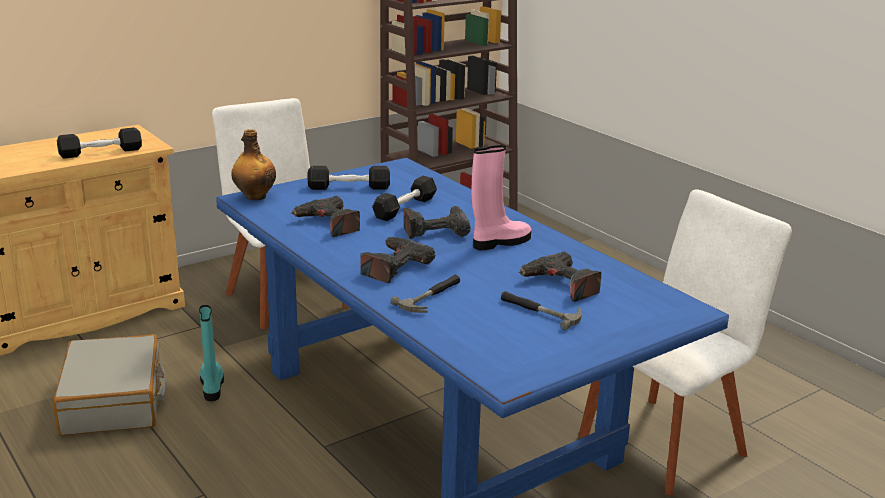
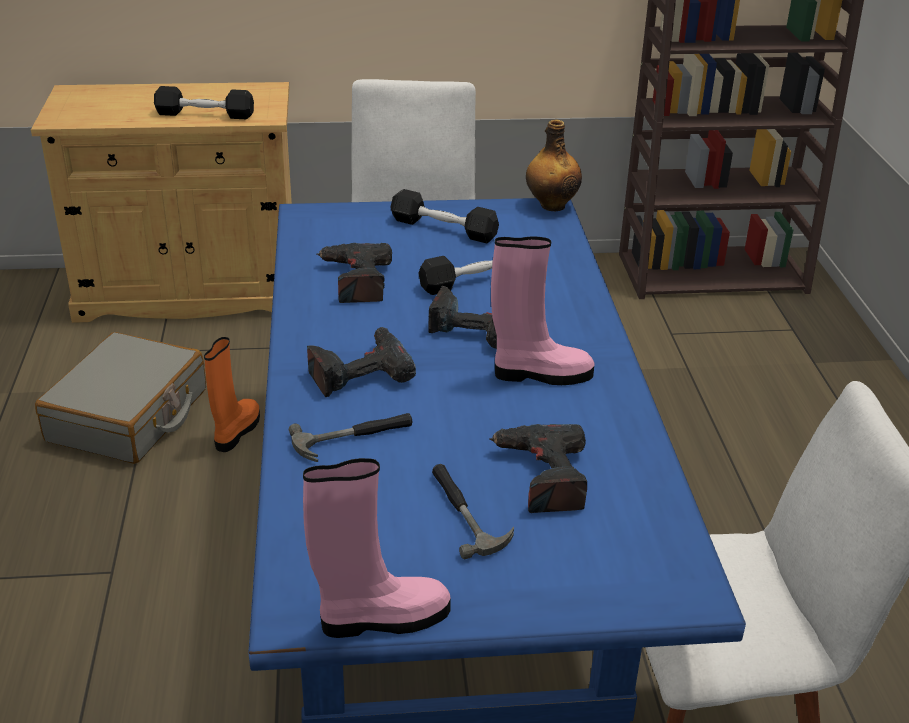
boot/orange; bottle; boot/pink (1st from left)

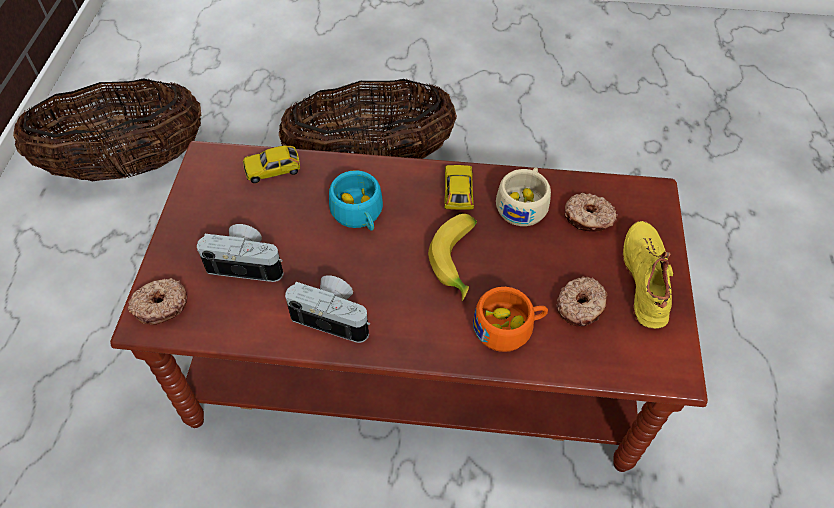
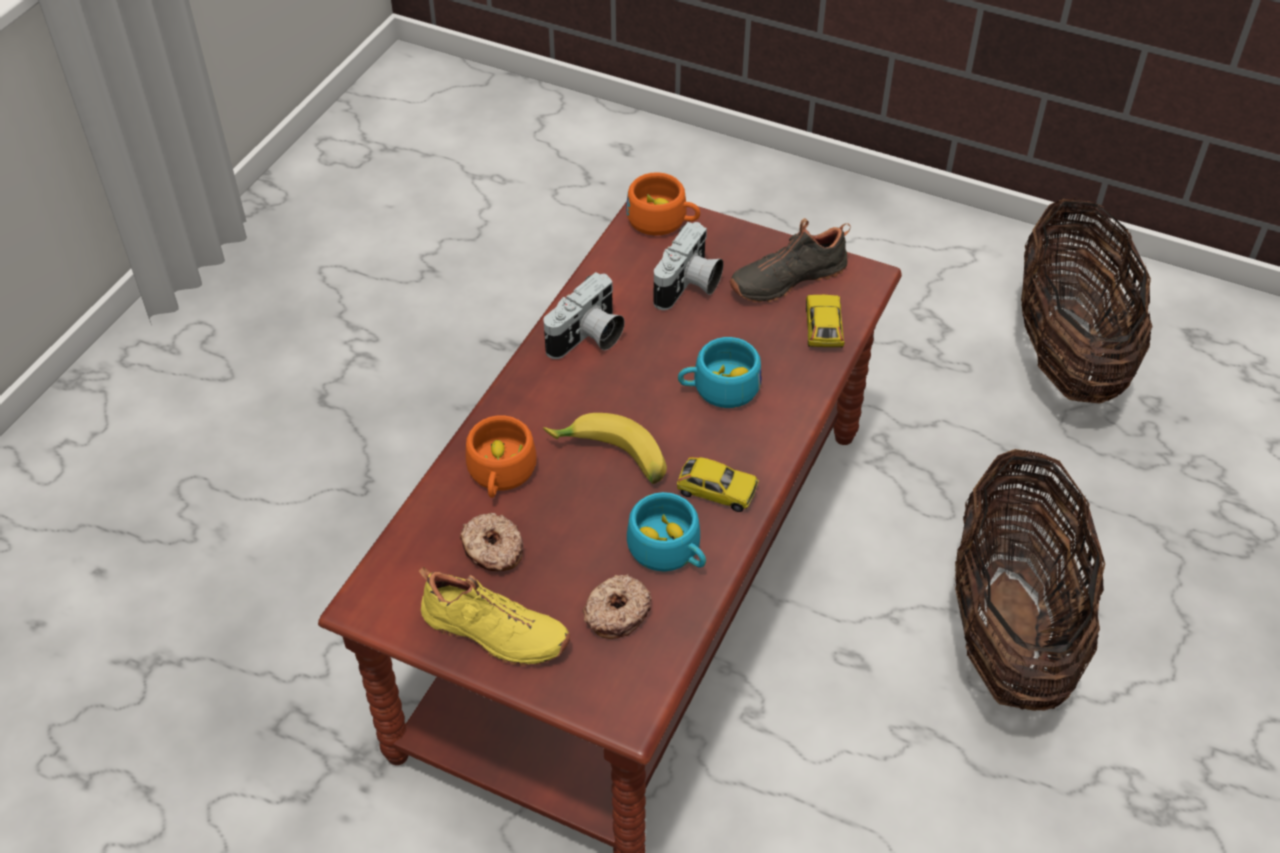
cup/orange (2nd from left); cup/turquoise (1st from left); shoe/black

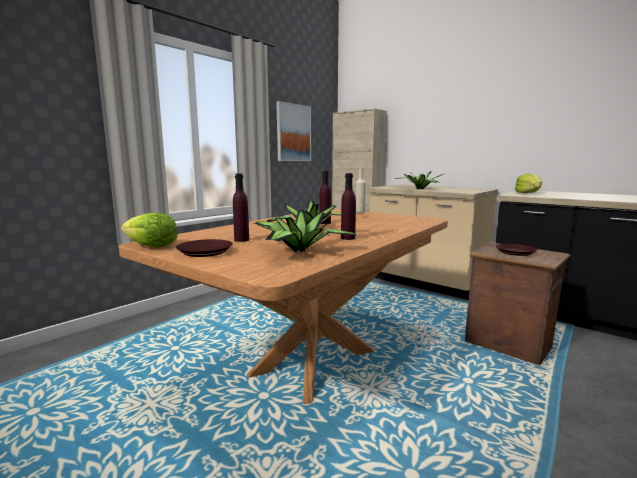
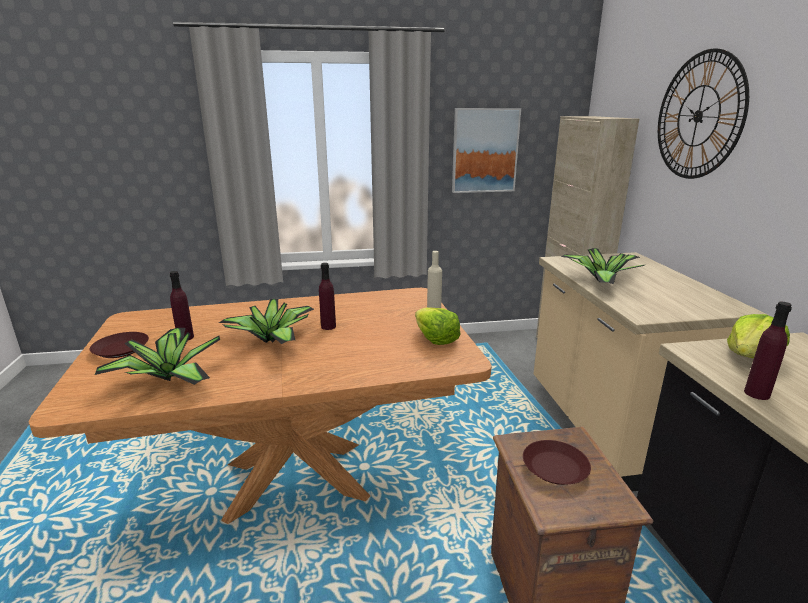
lettuce (1st from left); bottle/purple (3rd from left); wall clock

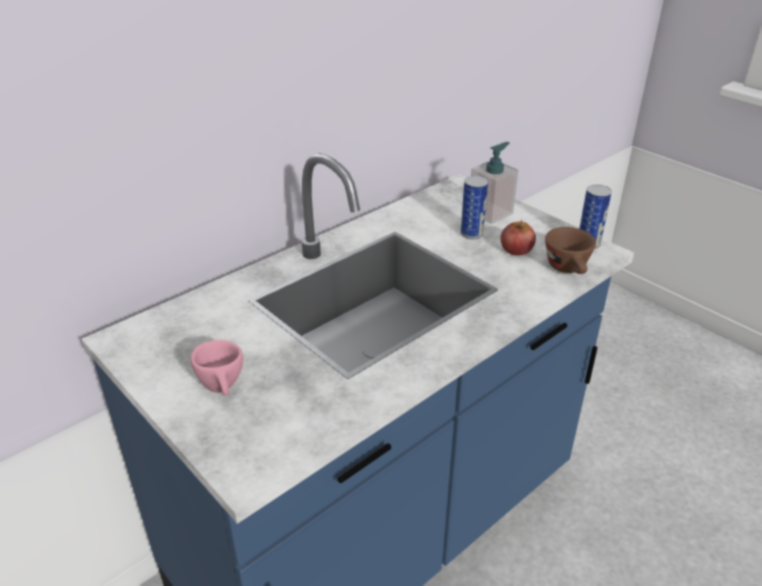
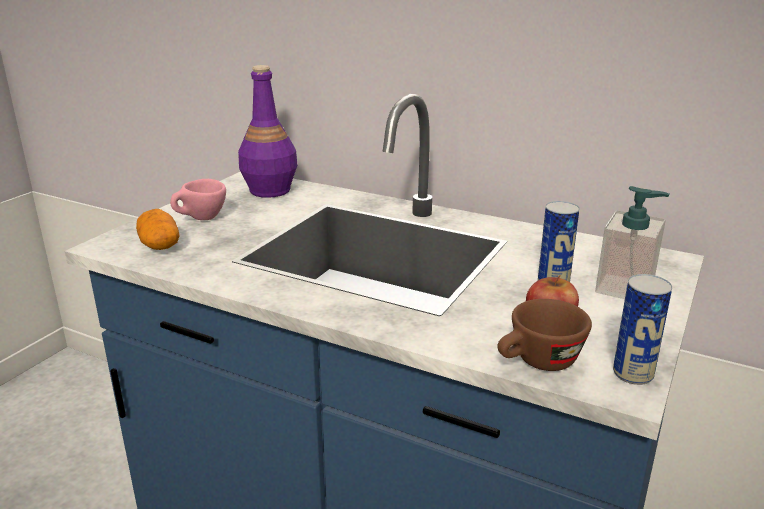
potato; bottle/purple

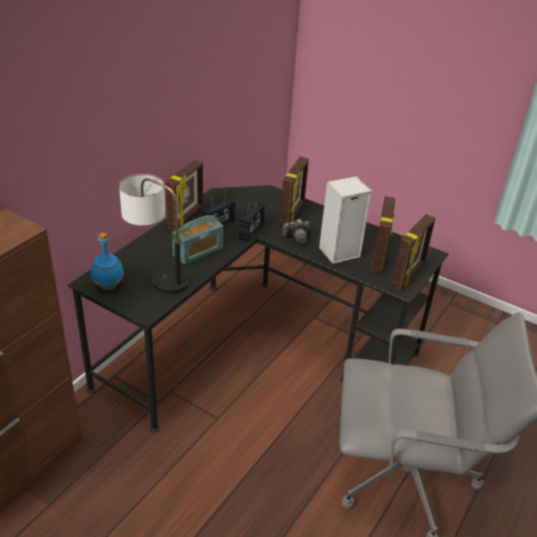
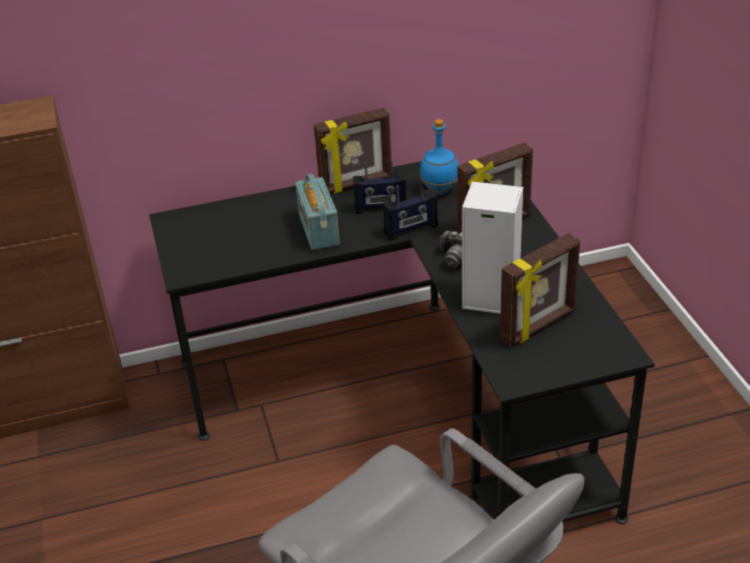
bottle/blue; table lamp; radio (1st from left); picture frame (4th from left in the first image)

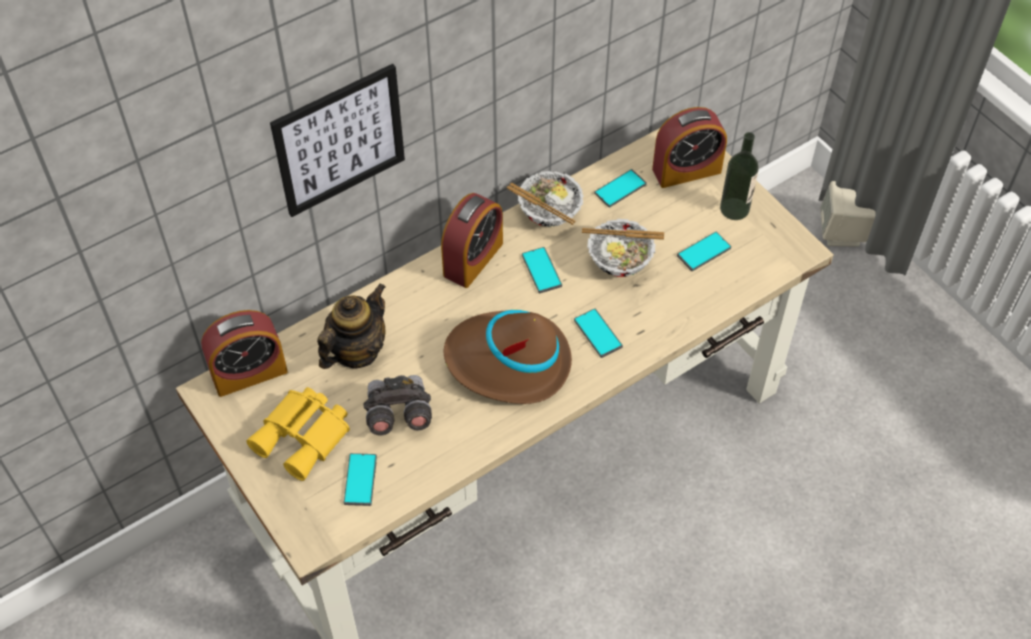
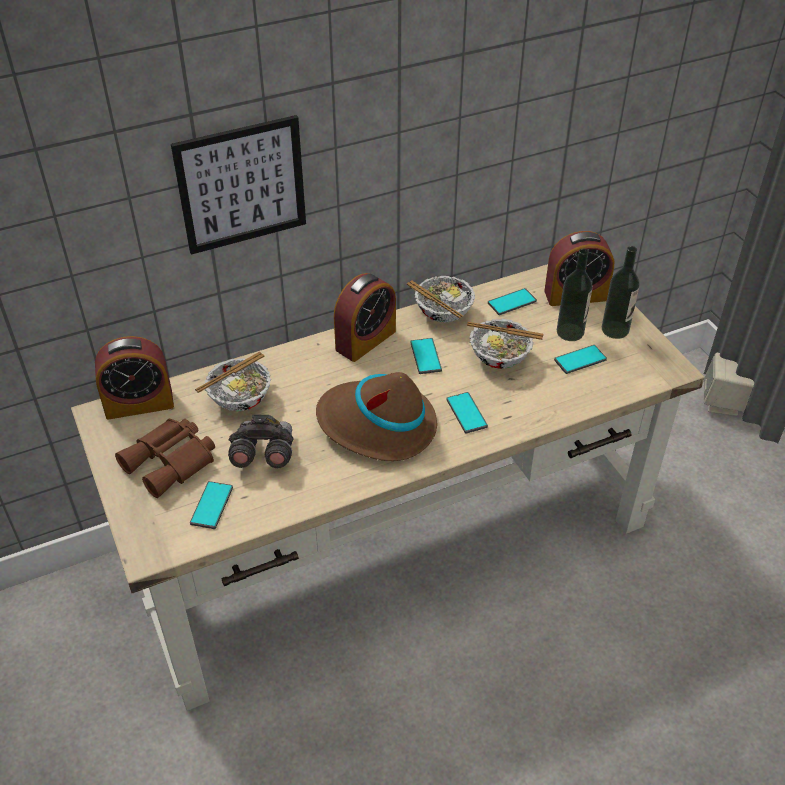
binoculars/brown; bowl (1st from left); bottle (1st from left)

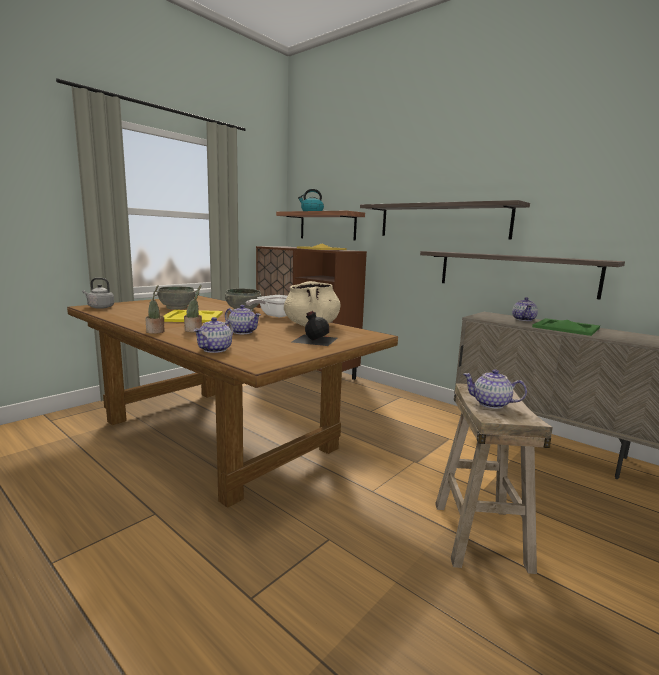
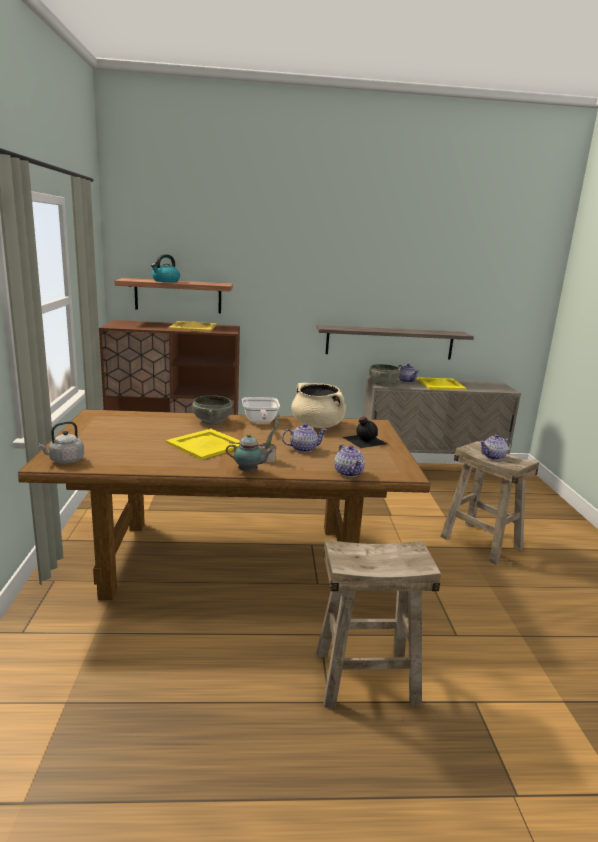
teapot (1st from left); bowl/grey (2nd from left); shelf (2nd from left in the first image); tray/yellow (3rd from left); stool/beige (1st from left)

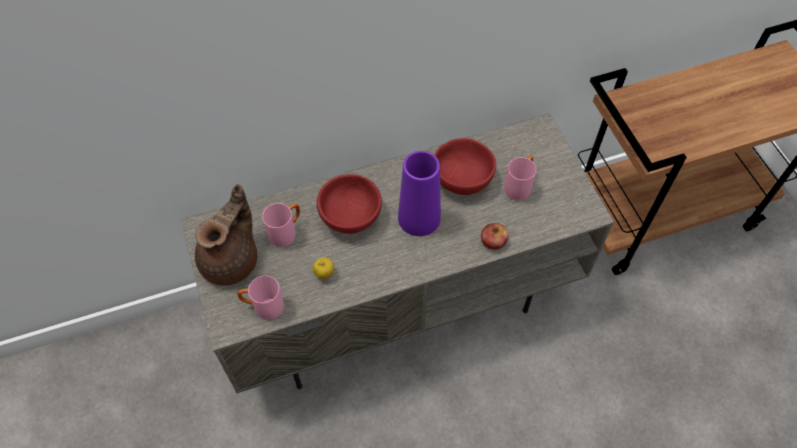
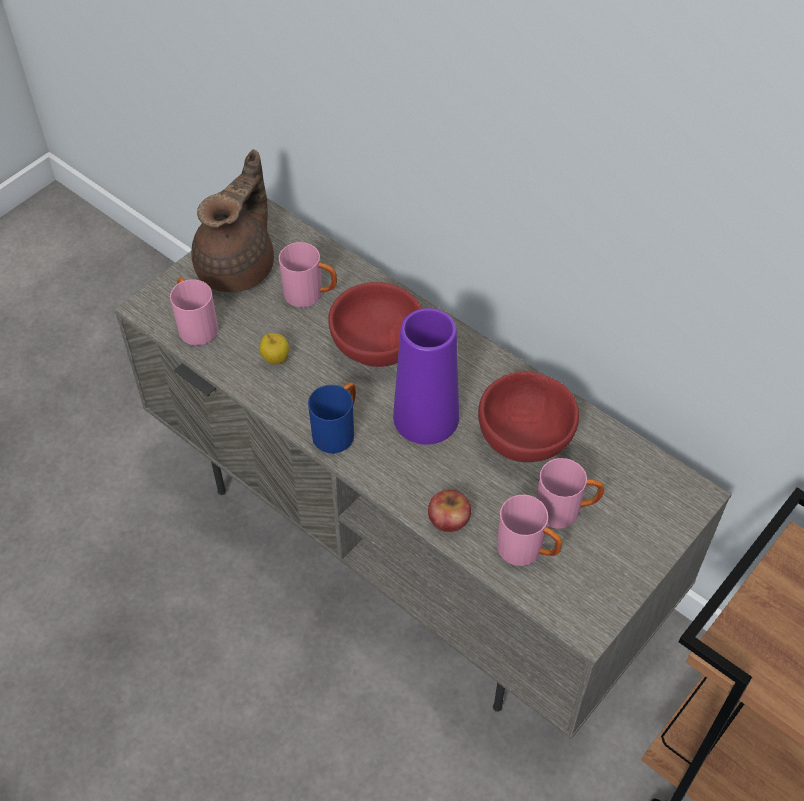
teapot/brown; mug/blue; mug/pink (3rd from left)

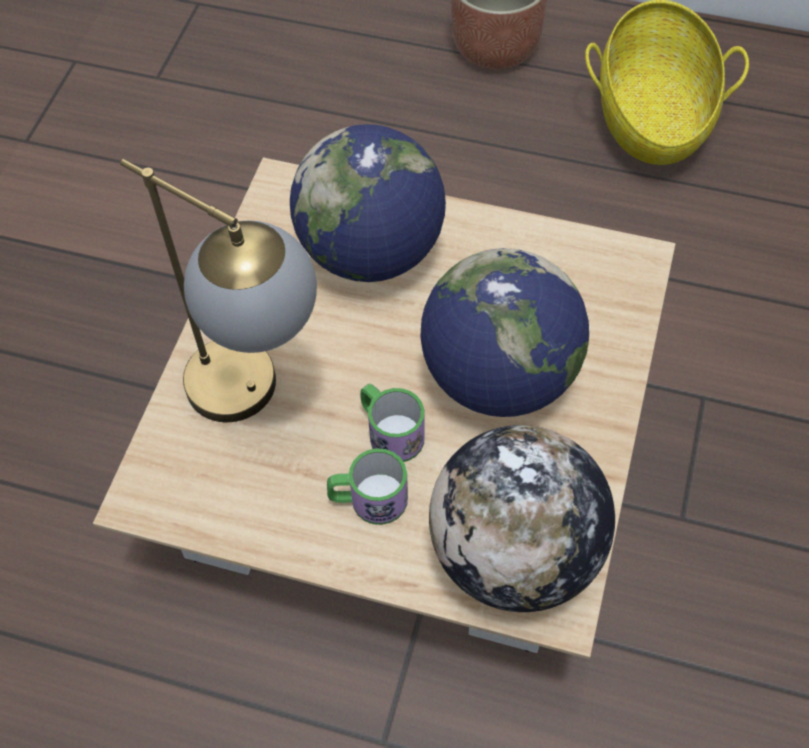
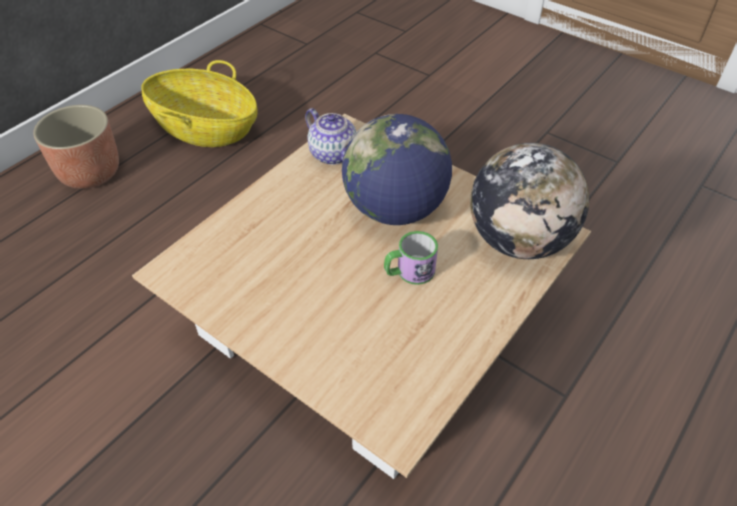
table lamp; globe (1st from left in the first image); mug (1st from left in the first image); teapot

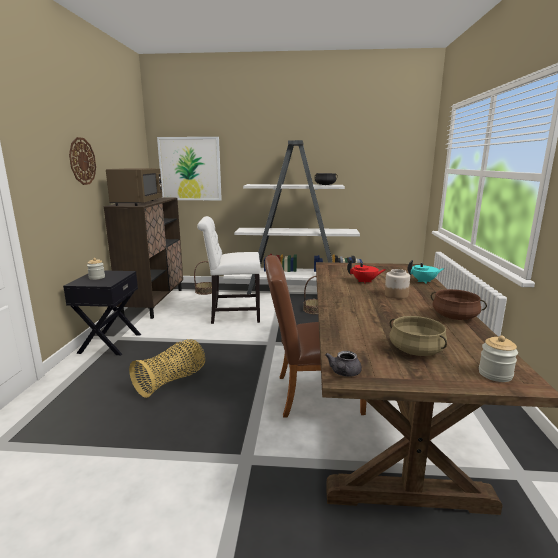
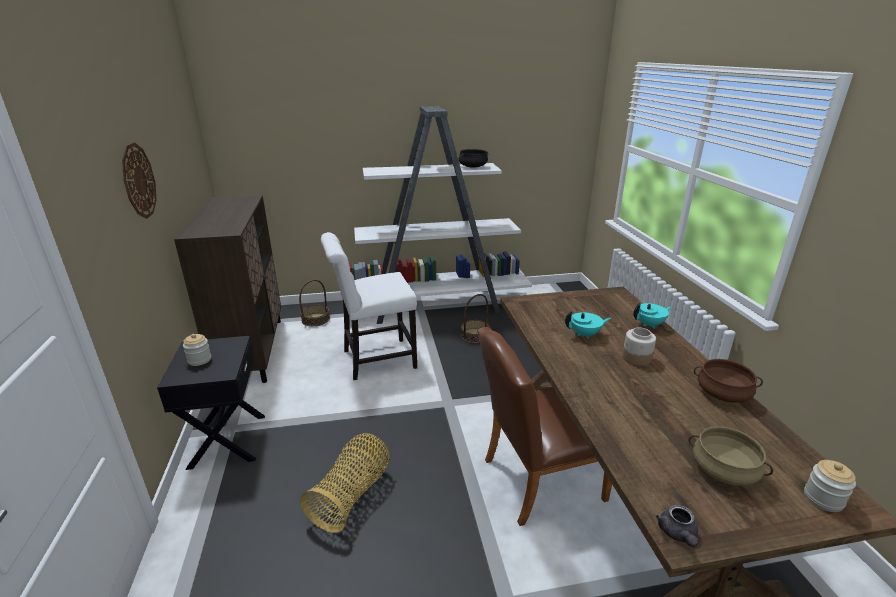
microwave/brown; picture; teapot/turquoise (1st from left)

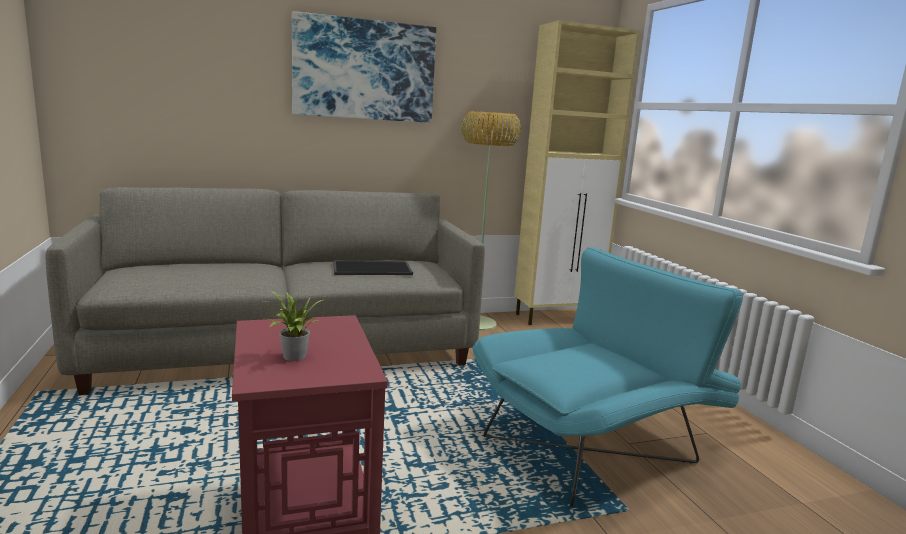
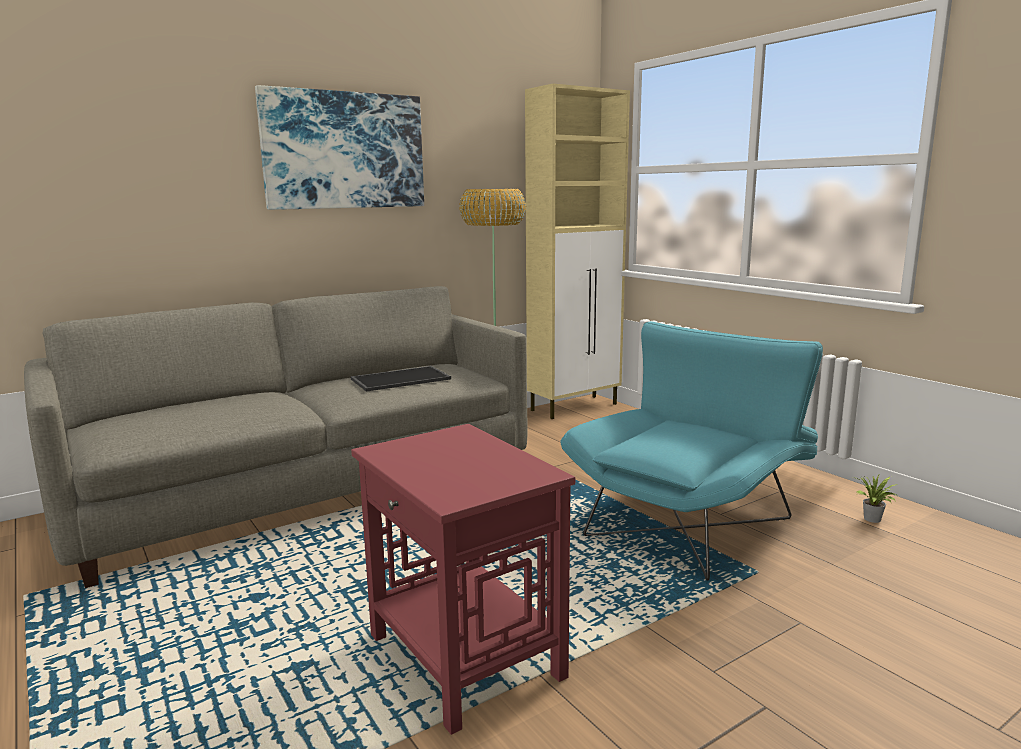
potted plant

